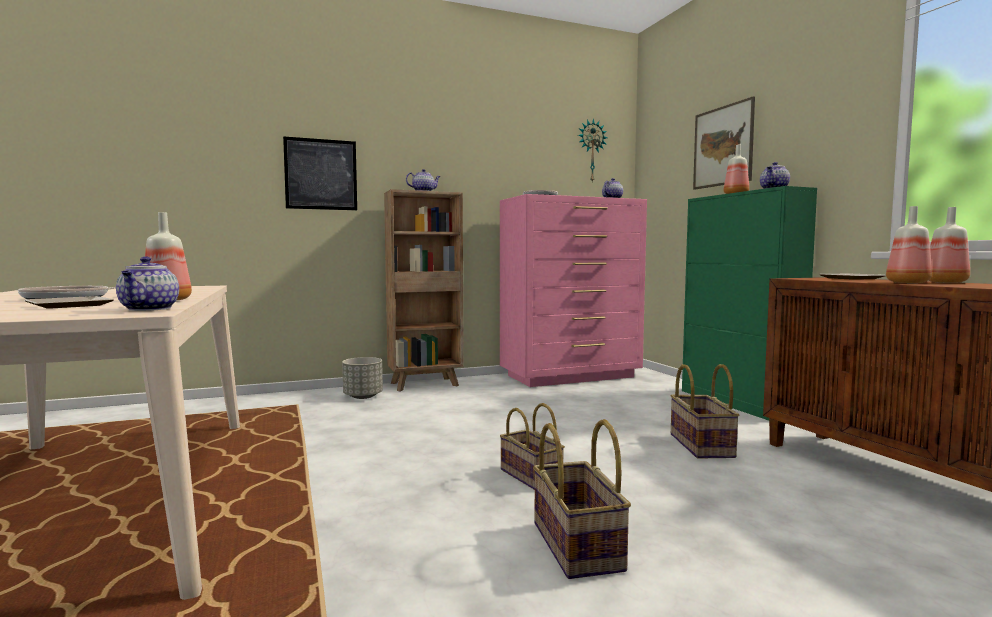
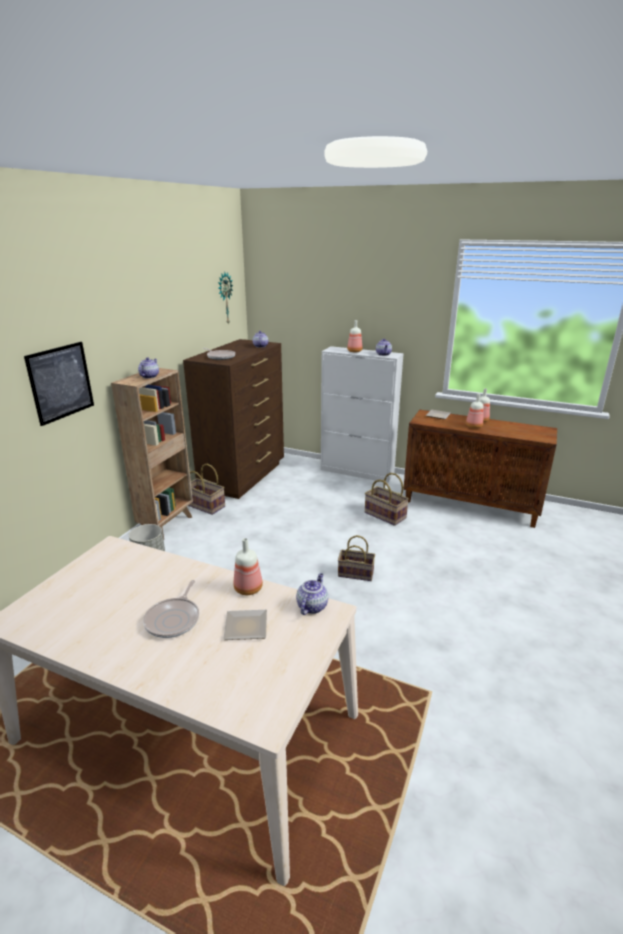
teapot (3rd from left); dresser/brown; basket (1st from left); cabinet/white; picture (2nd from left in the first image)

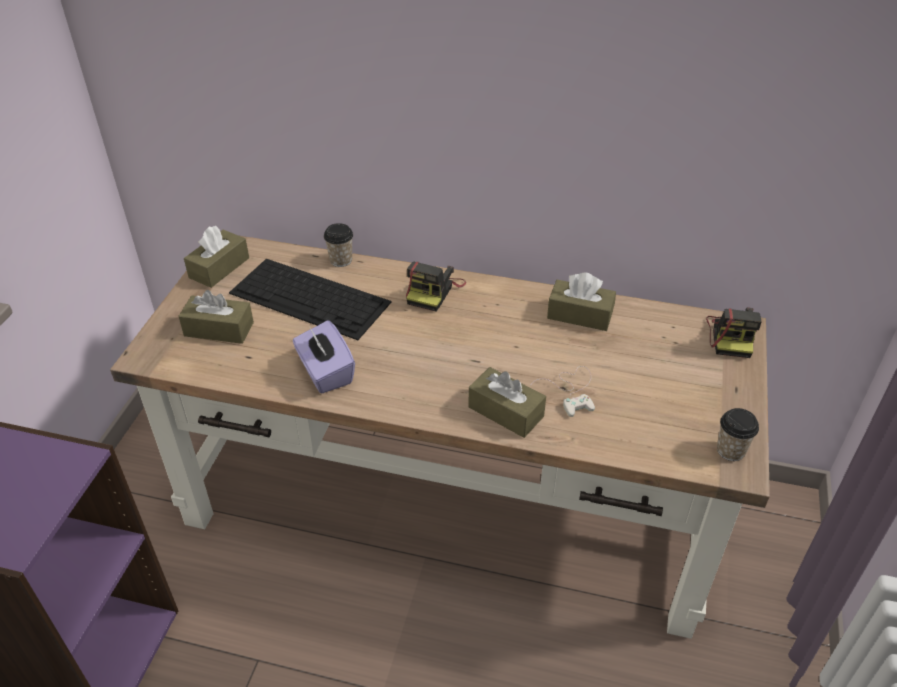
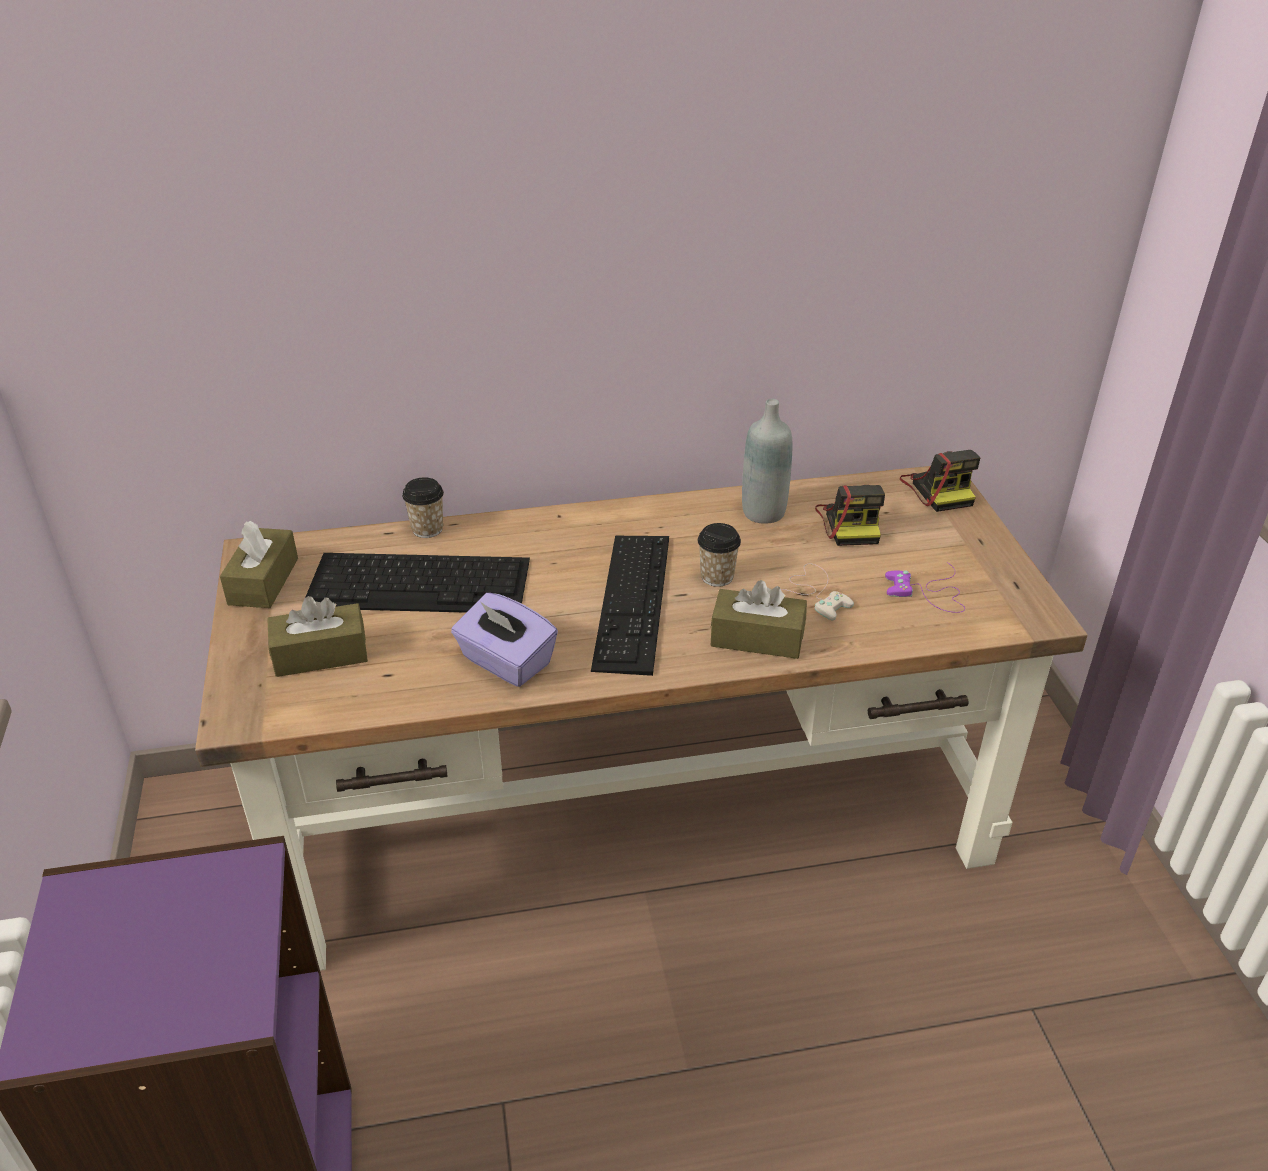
photo camera (1st from left); bottle/grey; cup (2nd from left); keyboard (2nd from left); game controller/purple

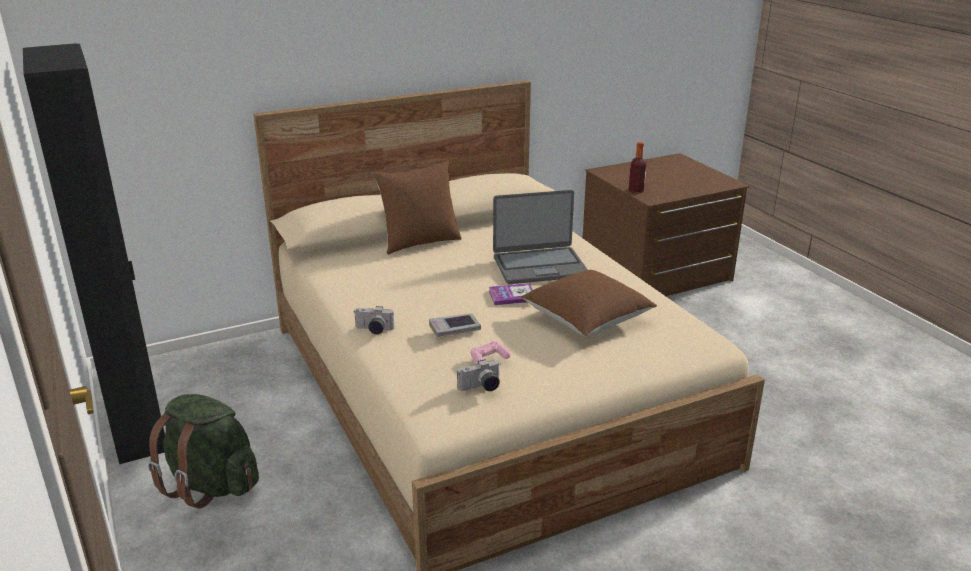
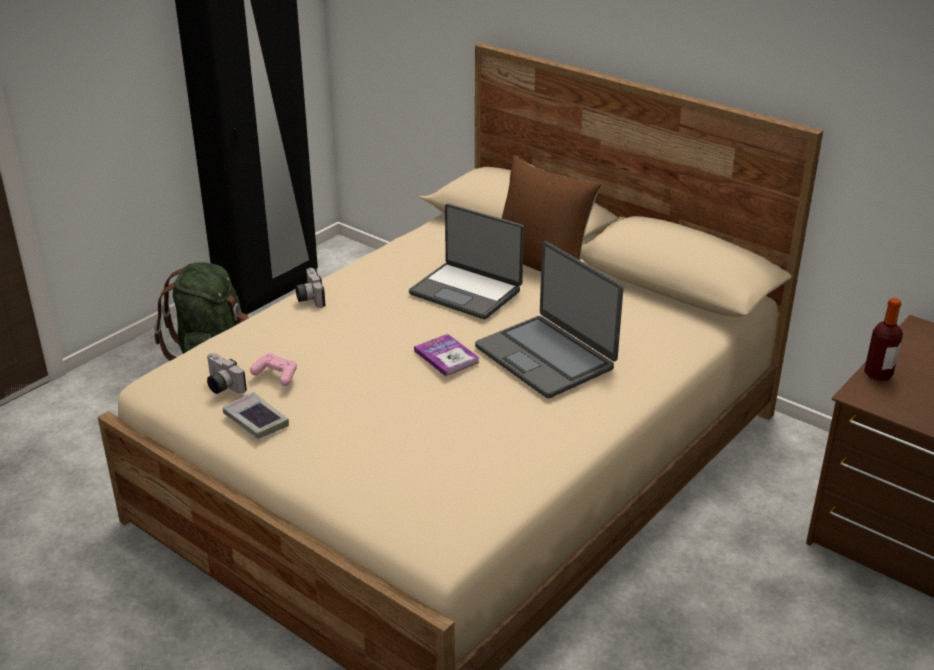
book (1st from left); pillow/brown (2nd from left in the first image); laptop (1st from left)

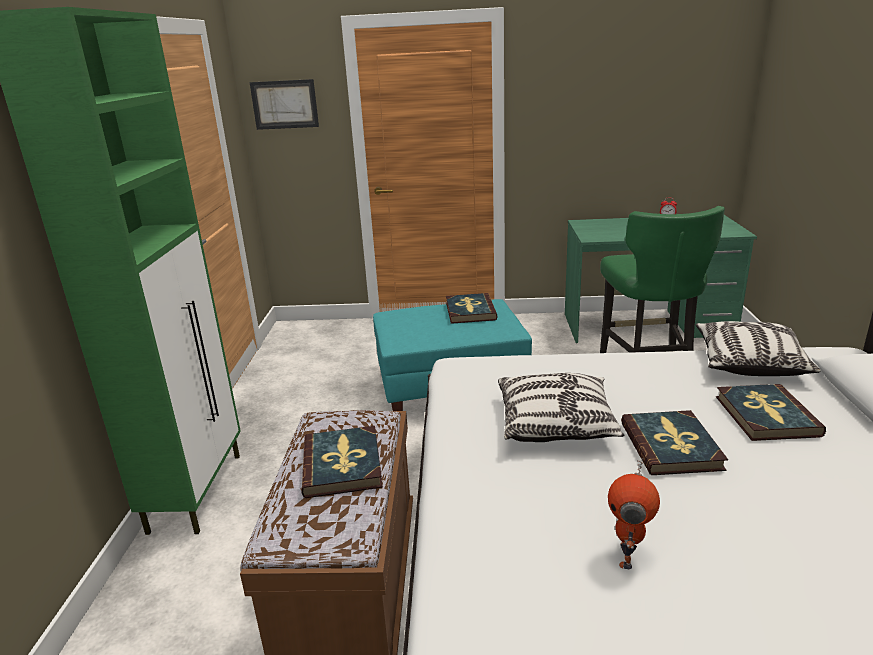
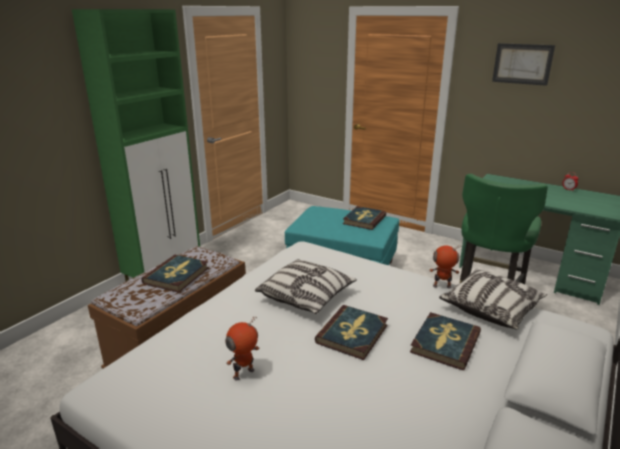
picture; toy robot (2nd from left)

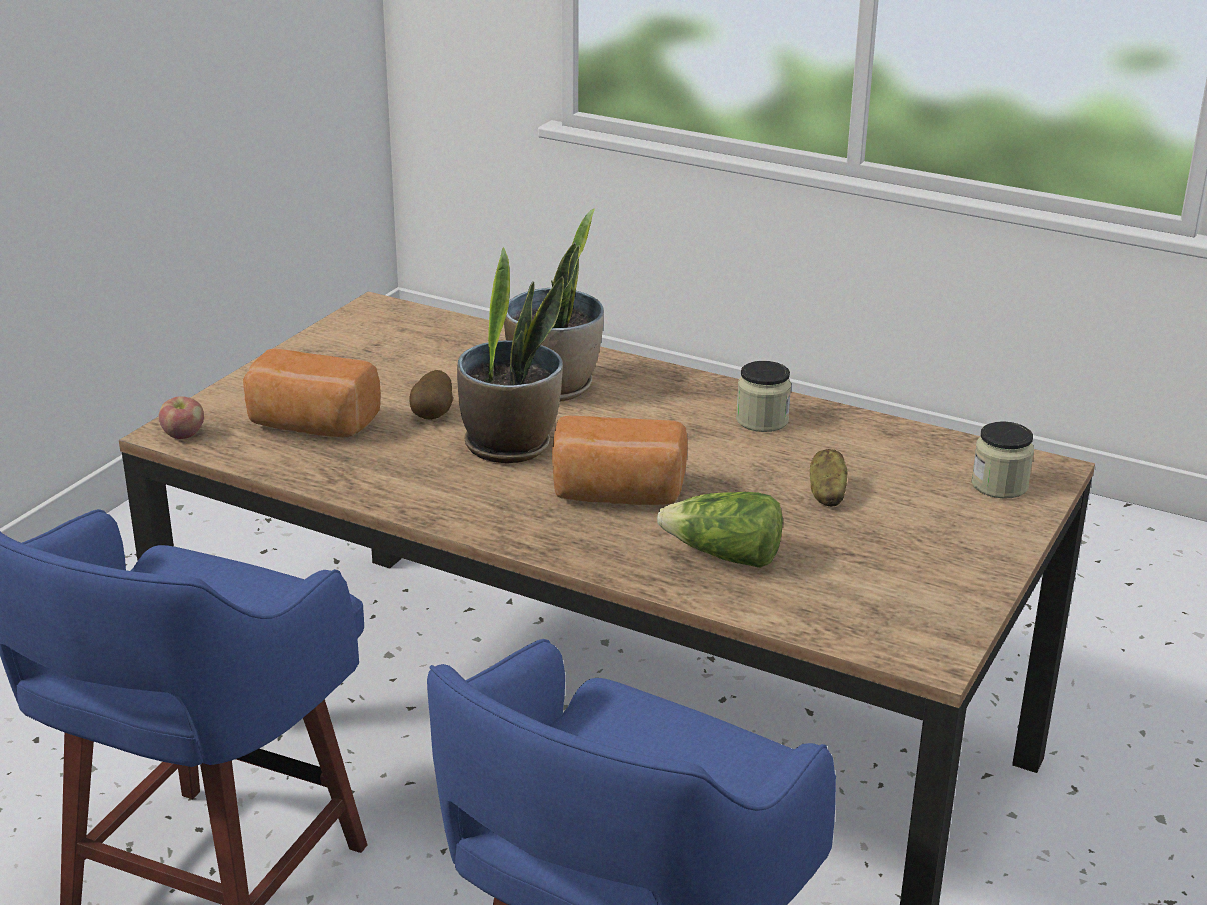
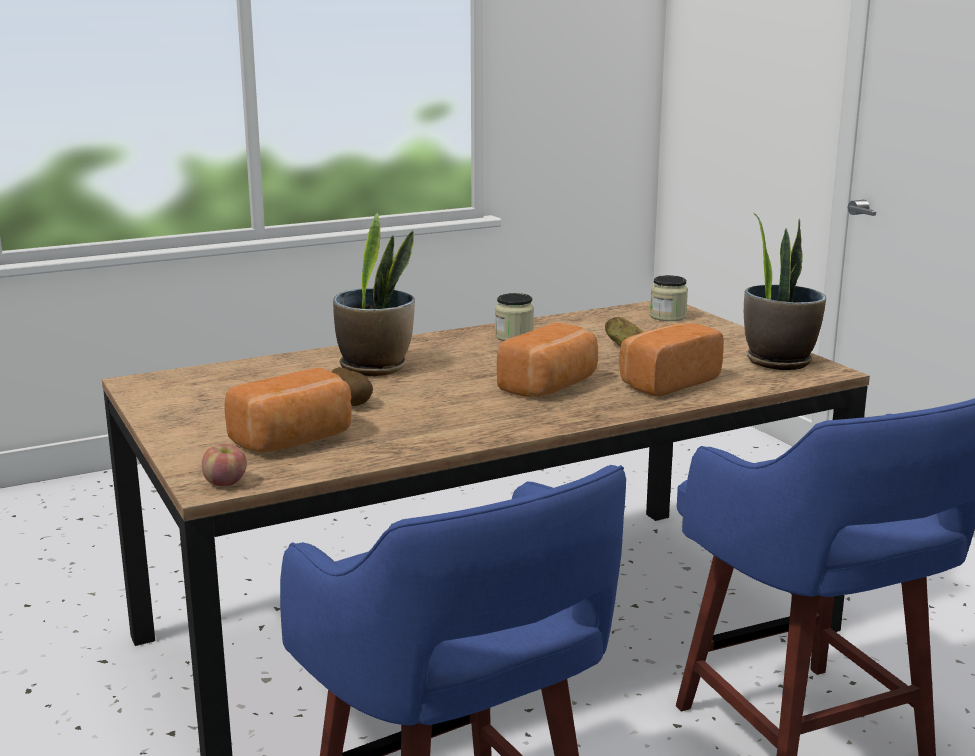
potted plant (2nd from left); bread (3rd from left)

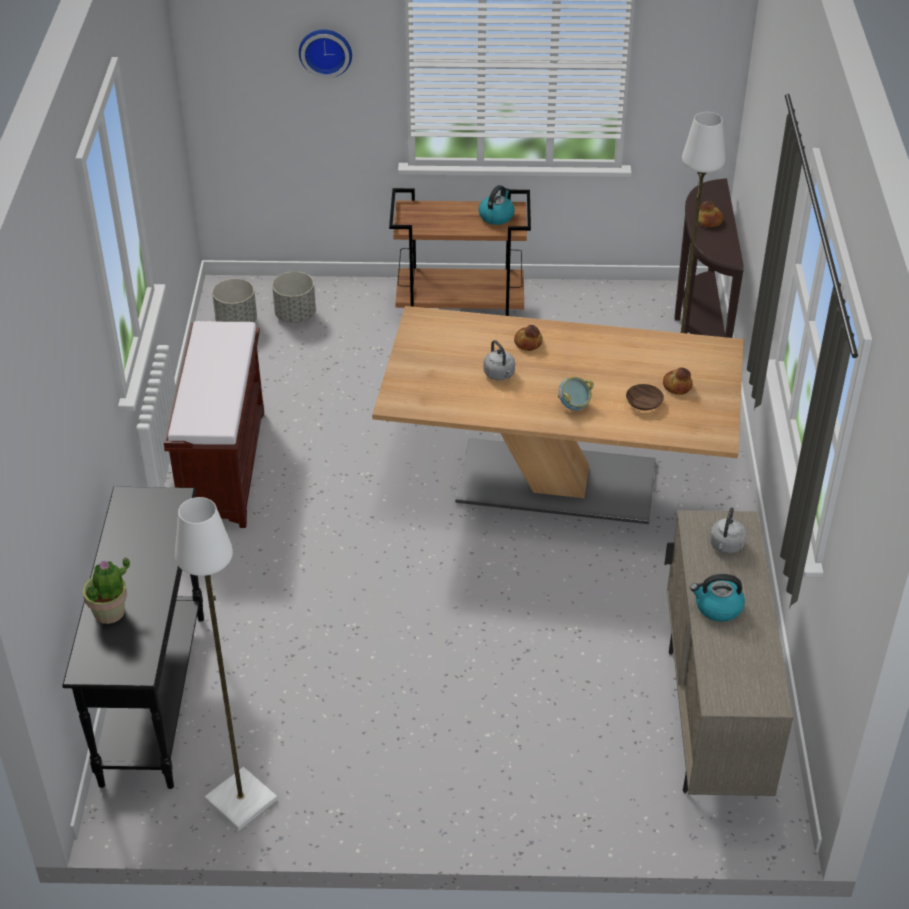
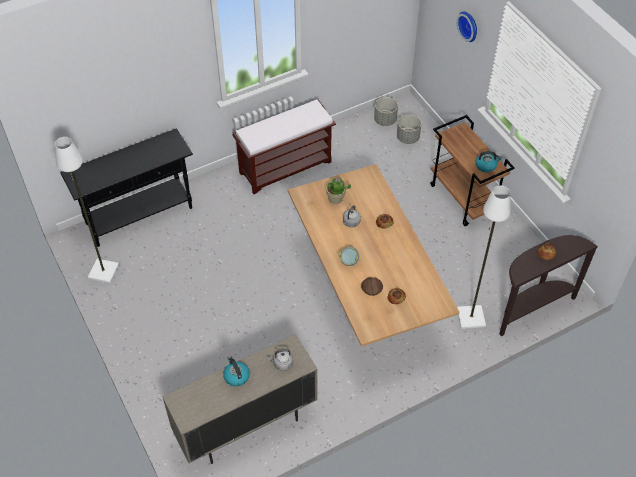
potted plant

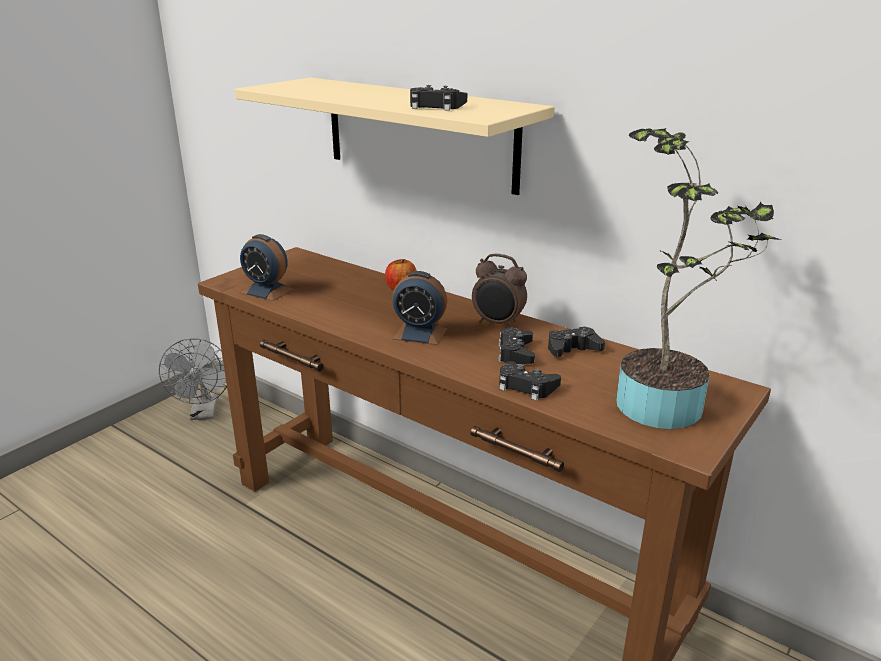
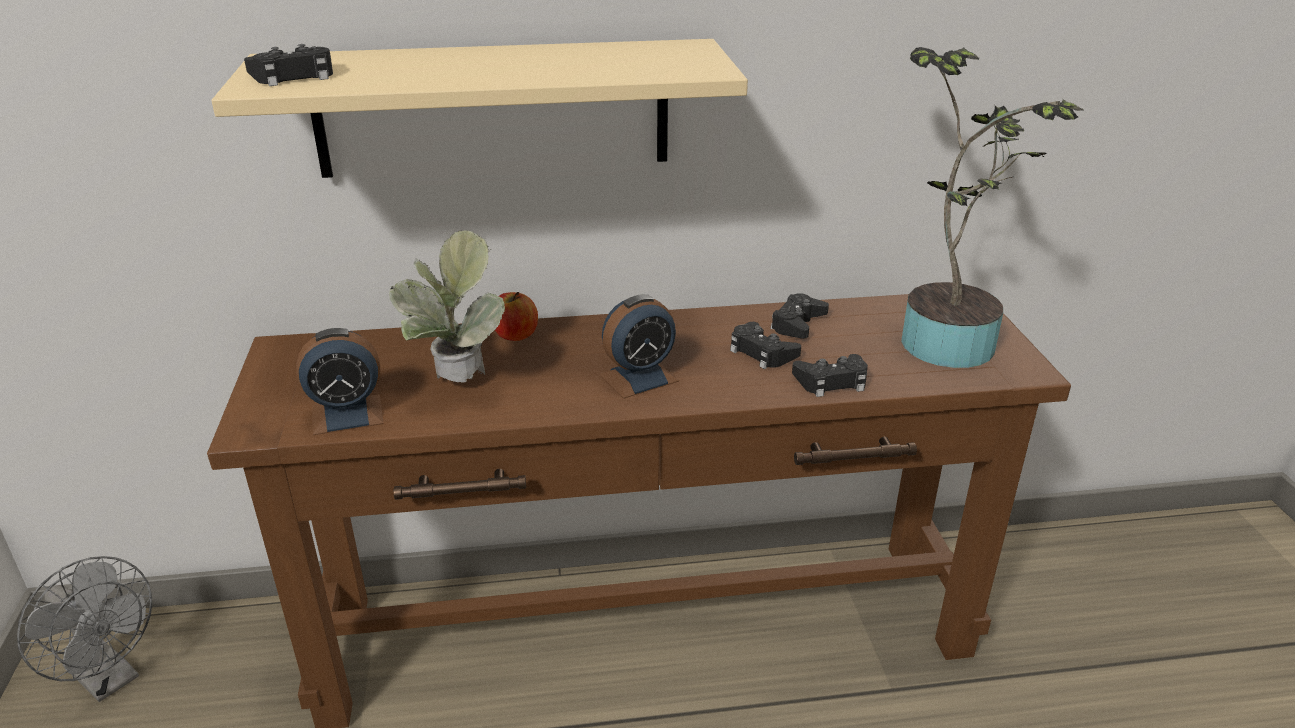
game controller/black (1st from left); alarm clock (3rd from left in the first image); potted plant (1st from left)

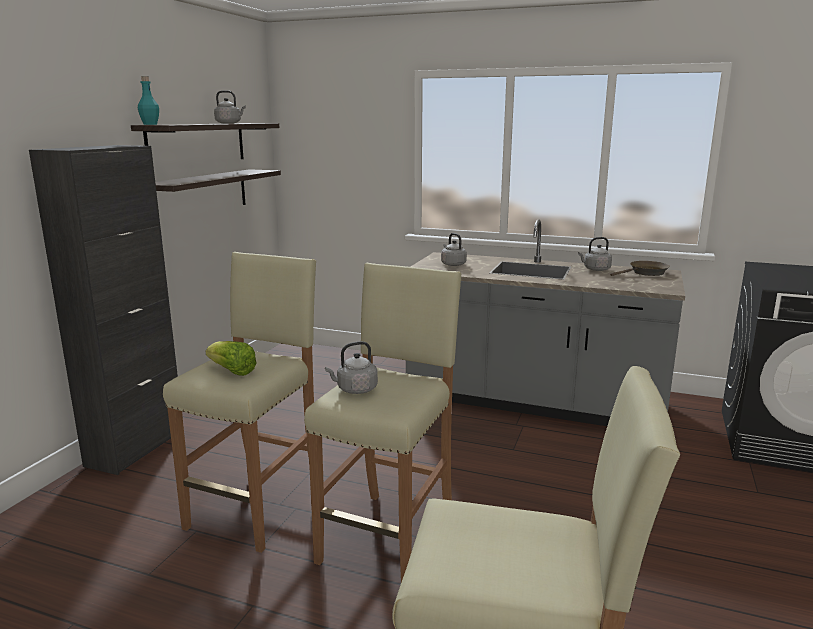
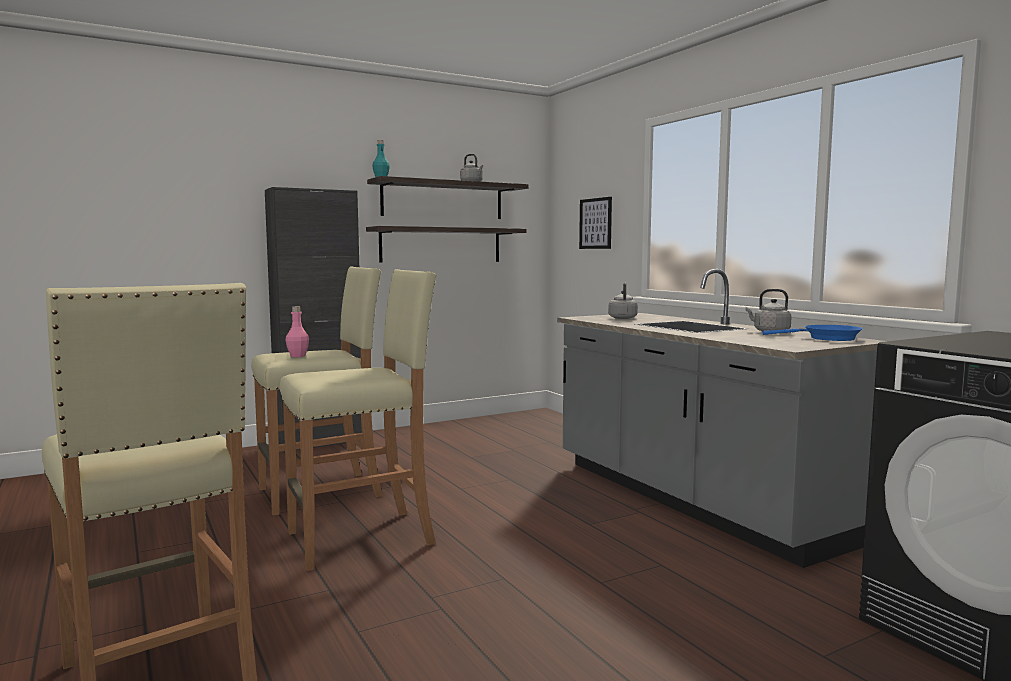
bottle/pink; kettle/grey (2nd from left in the first image); frying pan/blue; picture

